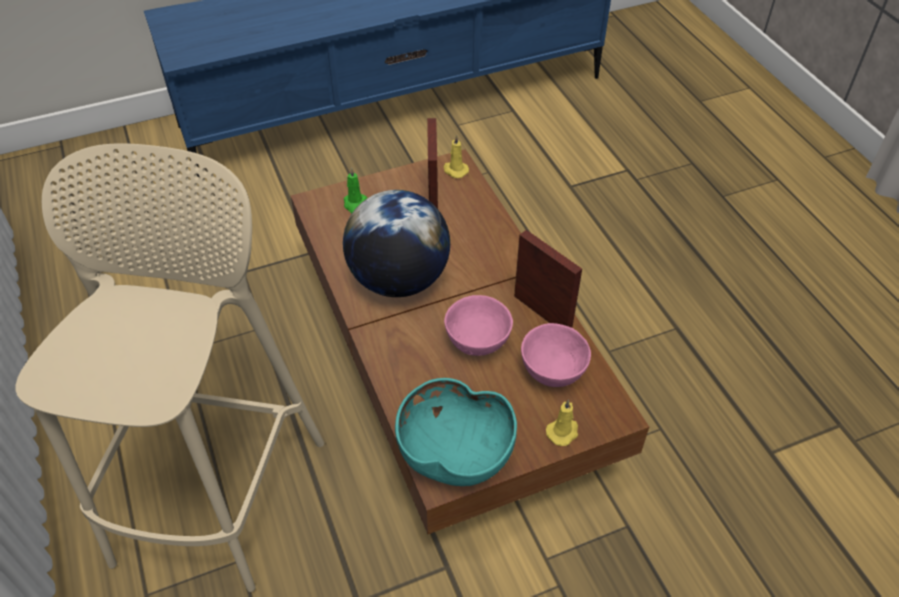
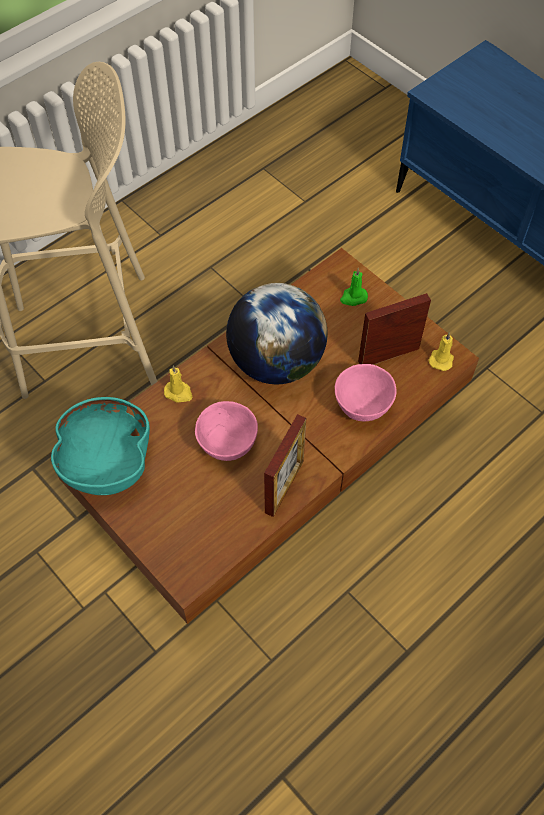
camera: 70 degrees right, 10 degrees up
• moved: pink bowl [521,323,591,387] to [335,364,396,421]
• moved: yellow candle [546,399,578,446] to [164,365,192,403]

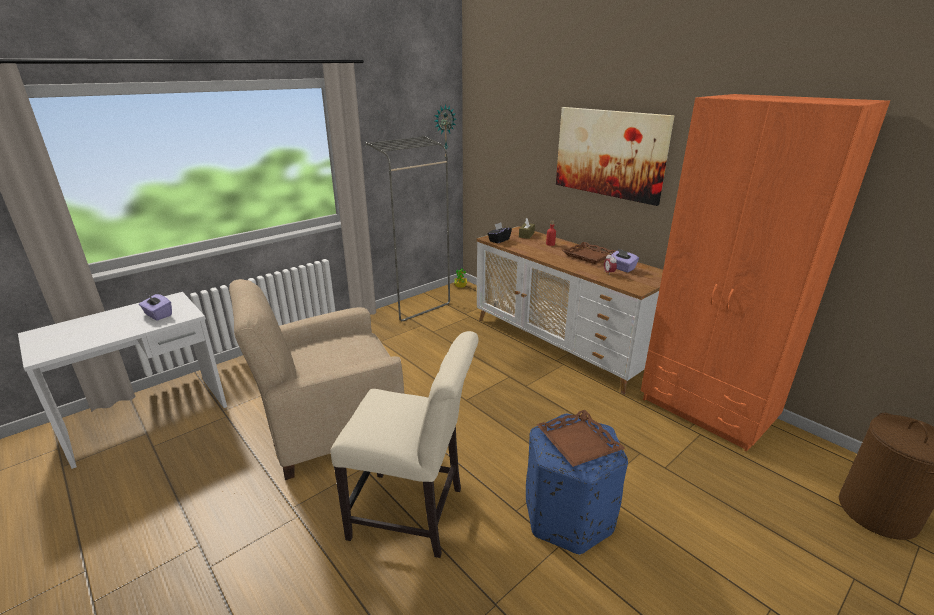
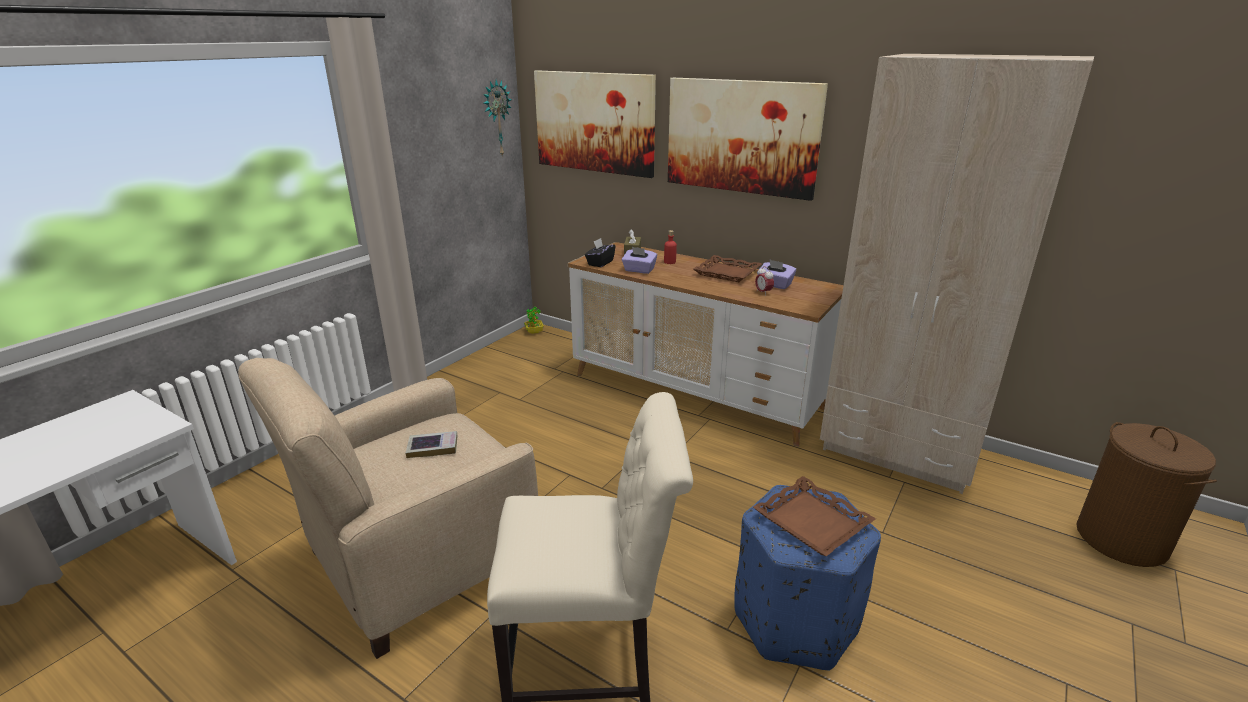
camera: 15 degrees left, 0 degrees up
• moved: purple tissue box [139,294,172,321] to [622,247,657,274]
• removed: grey clothes rack [366,135,450,321]
• recoloured: orange wardrobe [641,94,890,452] to beige wardrobe [820,54,1094,494]
• added: book [406,431,458,458]
• added: picture [534,70,656,178]

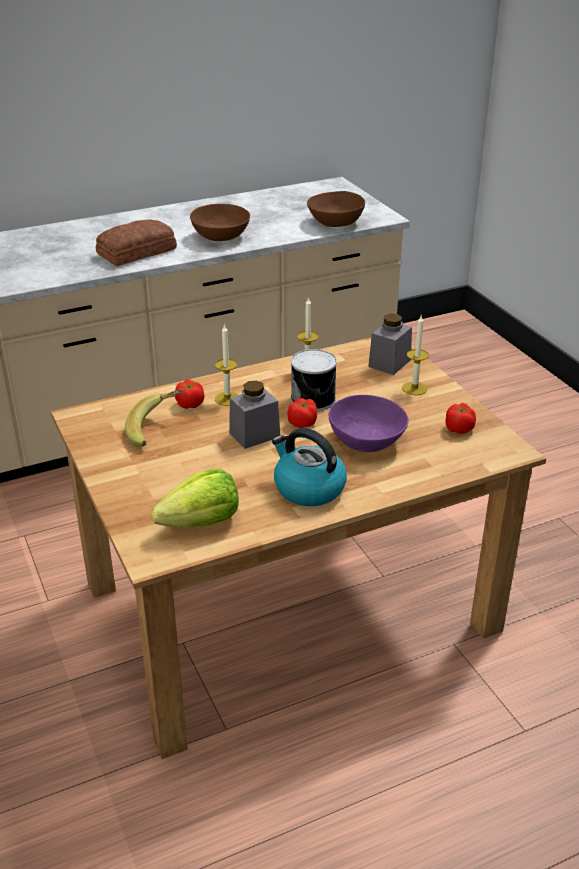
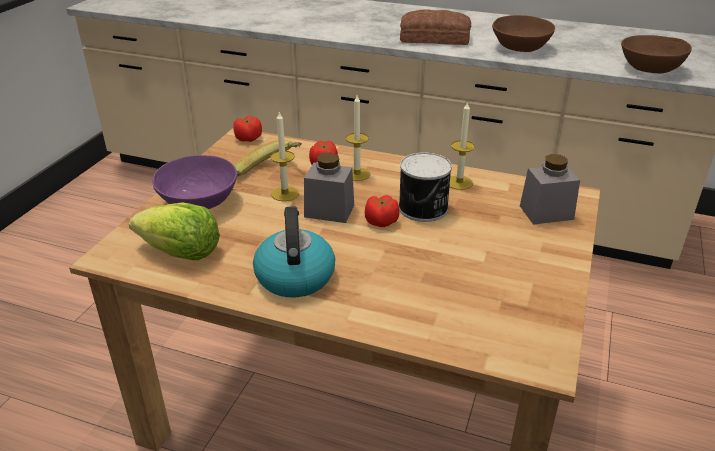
camera: 45 degrees right, 0 degrees up
• moved: purple bowl [329,395,409,452] to [152,155,237,209]
• moved: candle [402,316,429,395] to [270,111,299,201]
• moved: tomato [445,403,476,434] to [233,116,262,142]

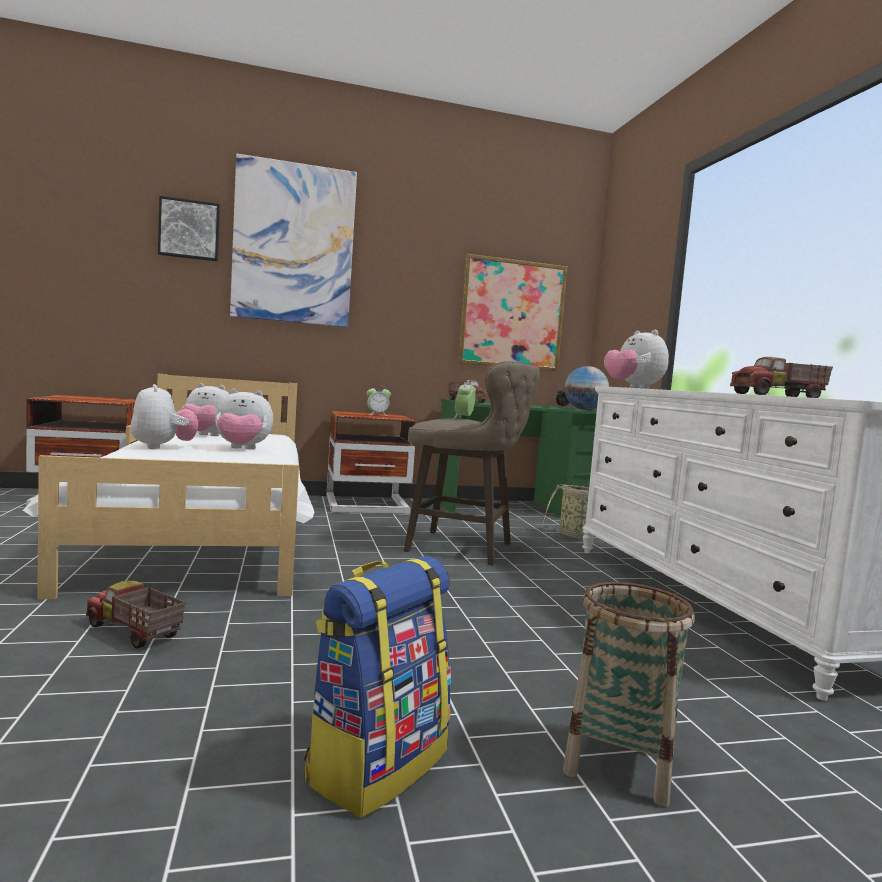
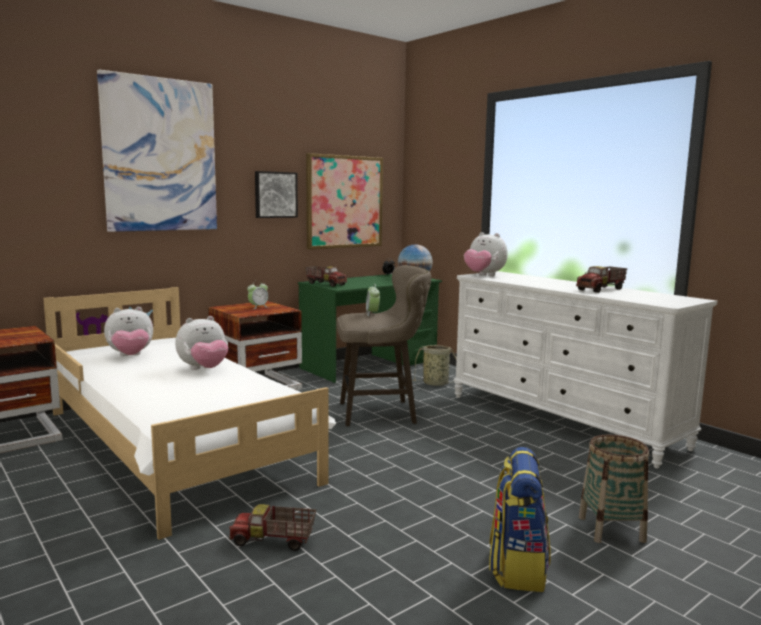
camera: 25 degrees left, 5 degrees up
• removed: plush toy [131,384,198,449]
• moved: picture [158,196,220,261] to [255,171,298,218]

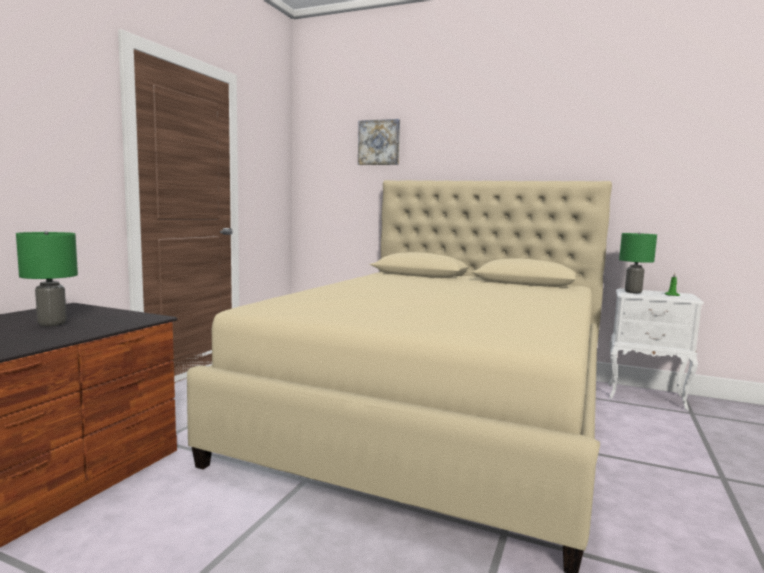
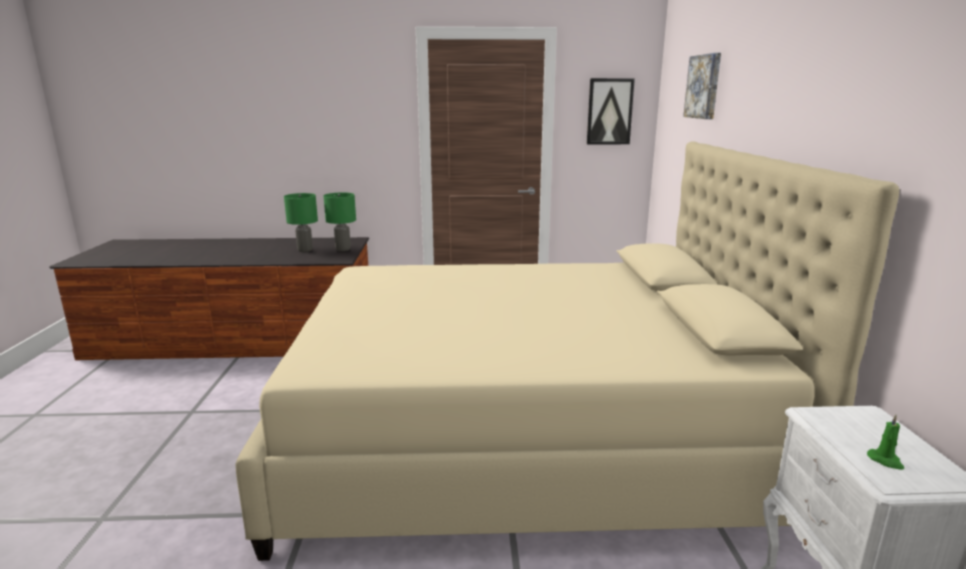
camera: 65 degrees right, 10 degrees up
• moved: green table lamp [619,233,657,293] to [324,192,356,251]
• added: picture [587,78,635,144]

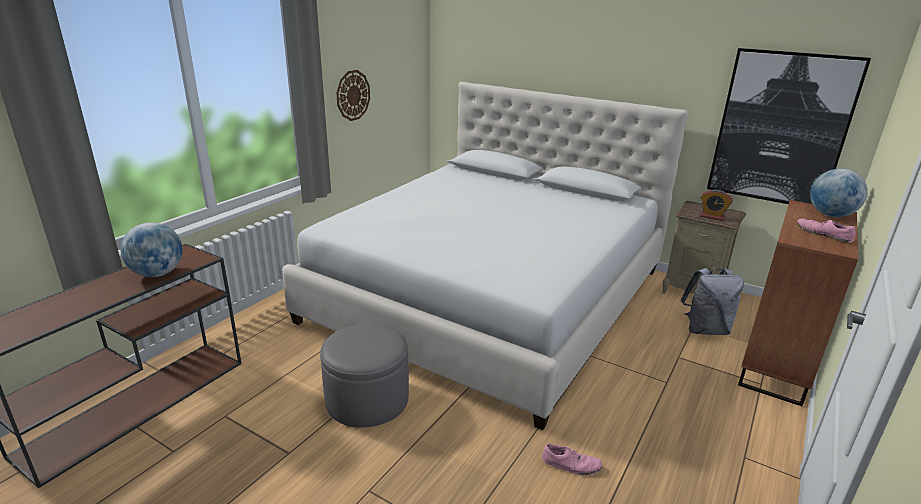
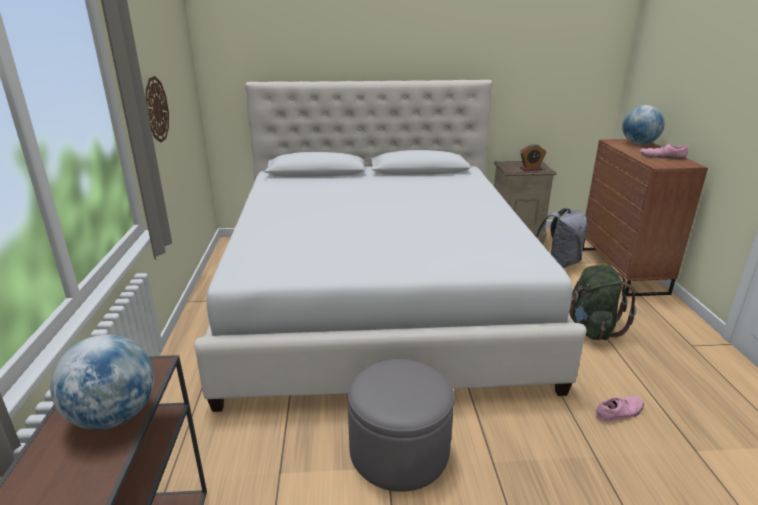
camera: 35 degrees left, 0 degrees up
• removed: picture [707,48,871,204]
• added: green backpack [569,265,636,340]

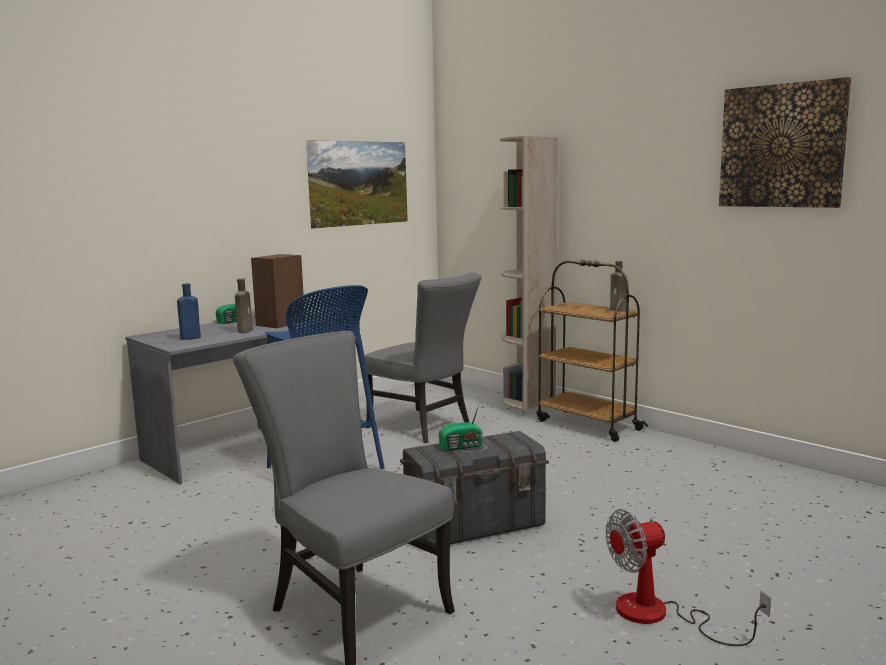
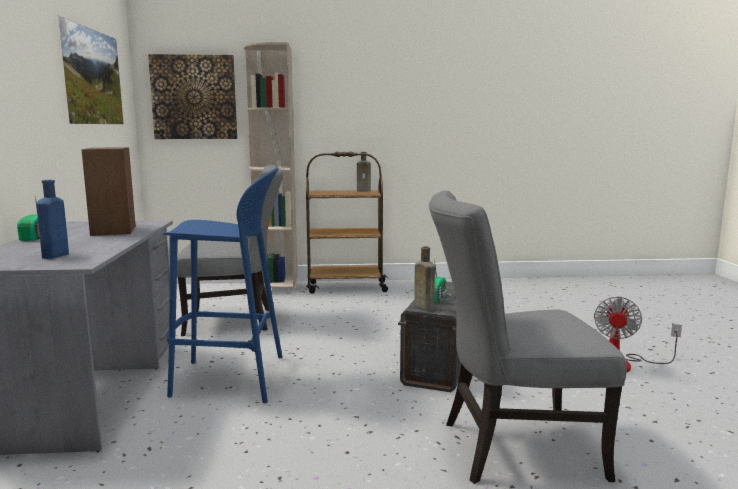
camera: 50 degrees left, 0 degrees up
• moved: brown bottle [235,279,253,333] to [414,246,435,311]
• moved: picture [719,77,851,208] to [148,54,237,139]

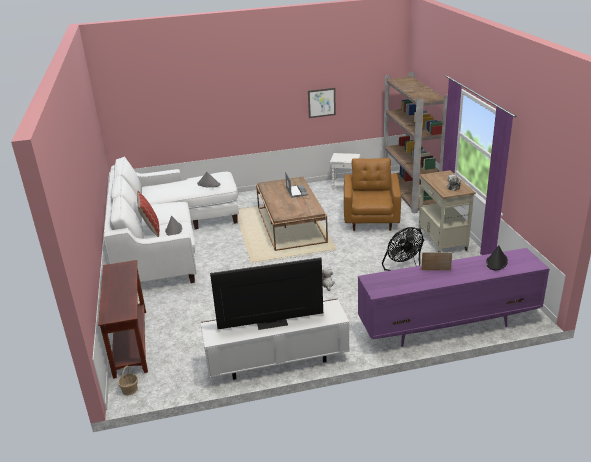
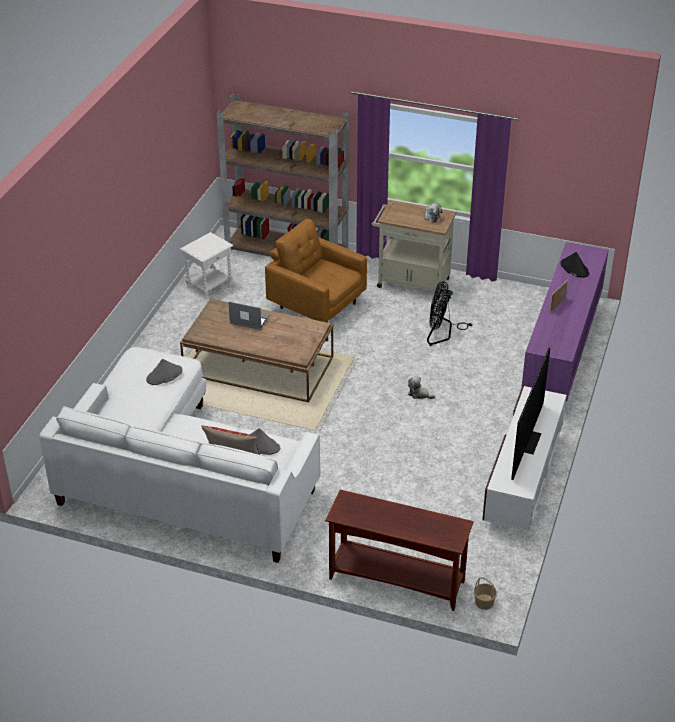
camera: 60 degrees left, 10 degrees up
• removed: picture [308,88,336,118]

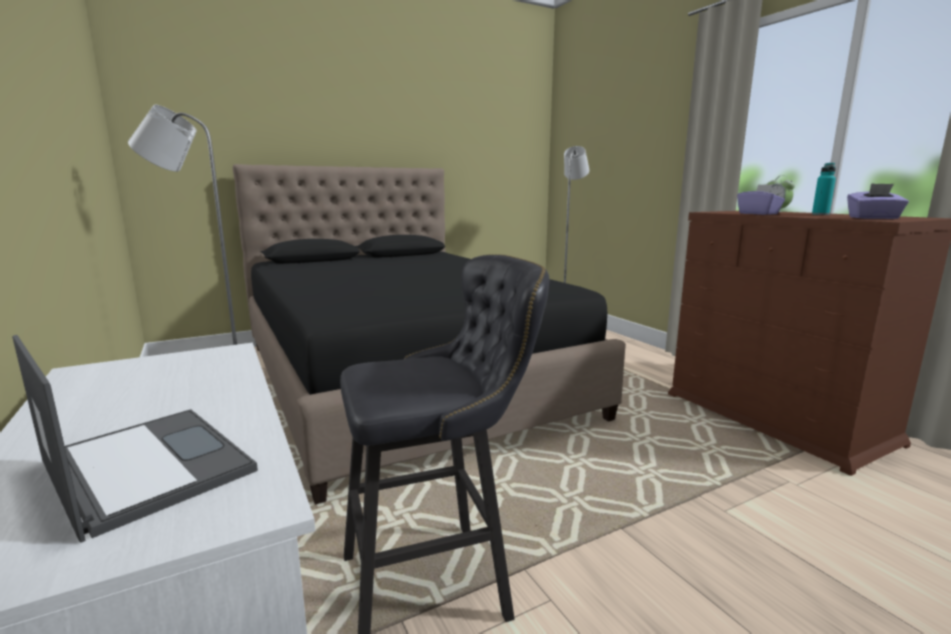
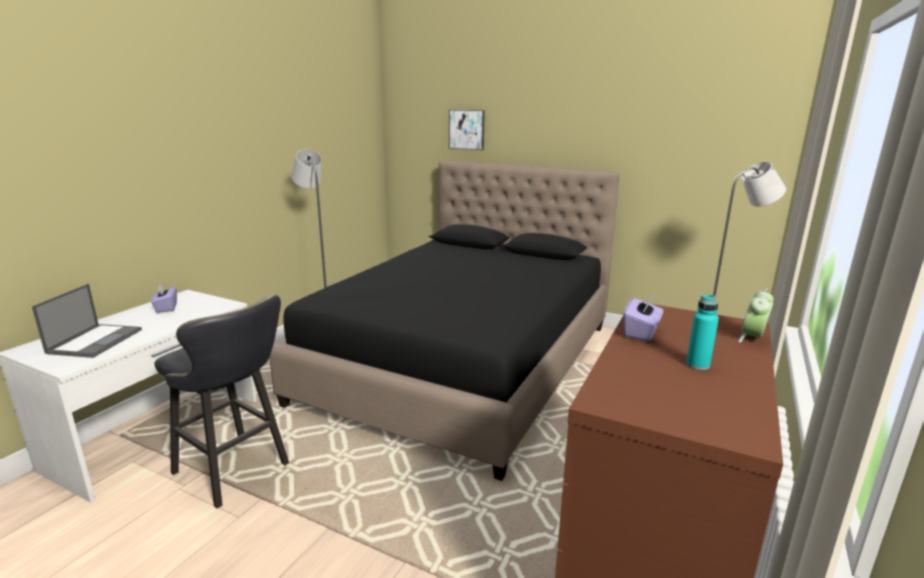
camera: 55 degrees right, 5 degrees up
• moved: purple tissue box [847,183,909,219] to [151,284,177,313]
• added: picture [449,110,485,150]

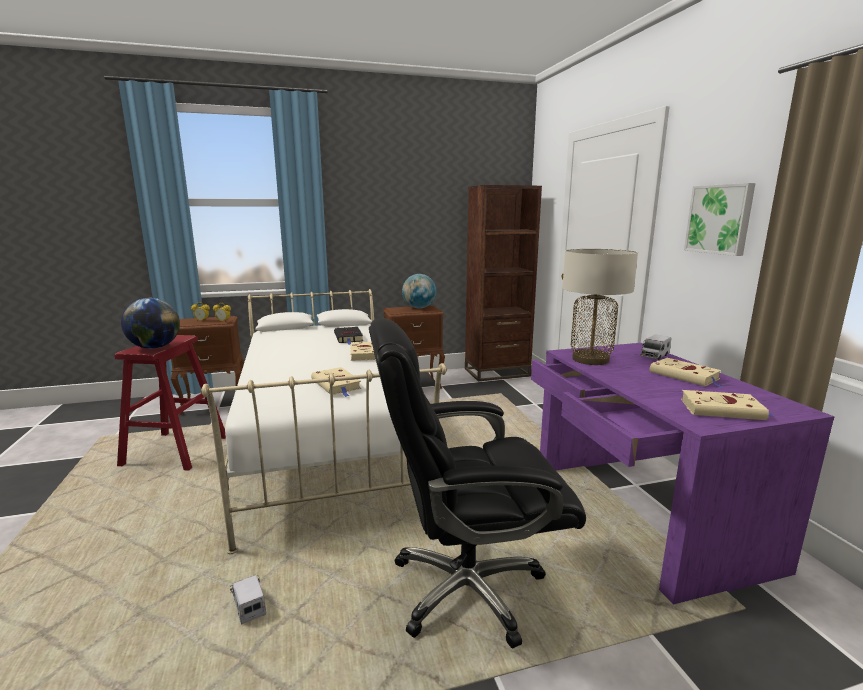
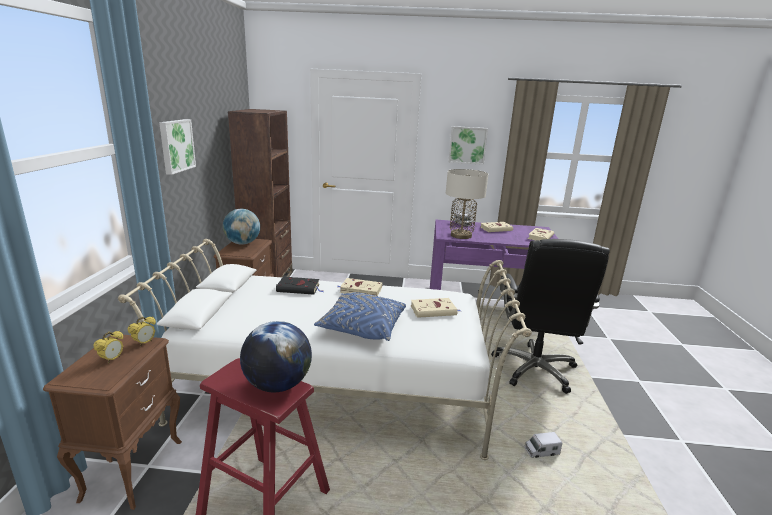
camera: 70 degrees left, 5 degrees up
• added: picture [159,119,196,175]
• added: blue pillow [314,292,406,341]

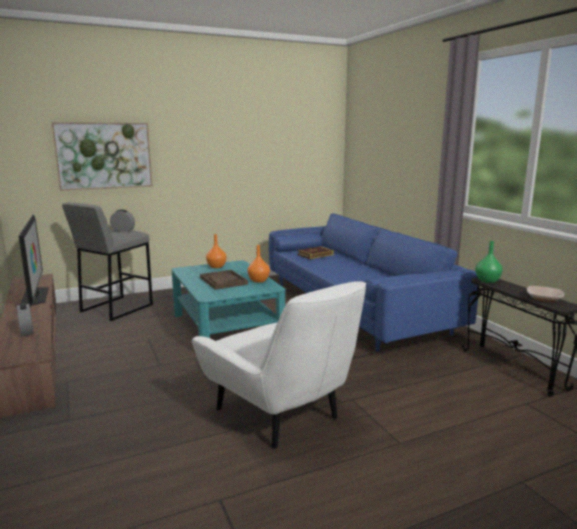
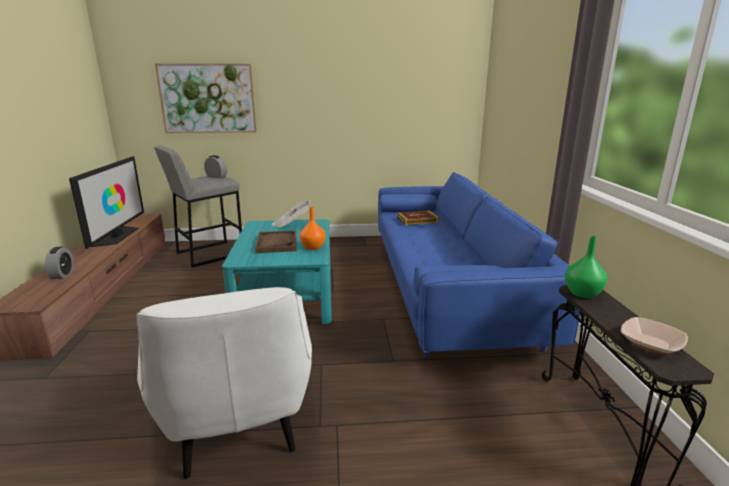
camera: 20 degrees right, 5 degrees up
• replaced: orange vase [206,234,227,268] to newspaper [272,201,311,228]

